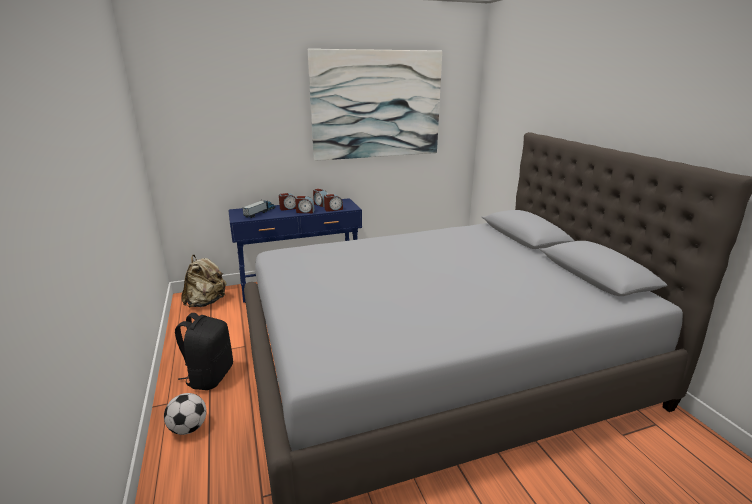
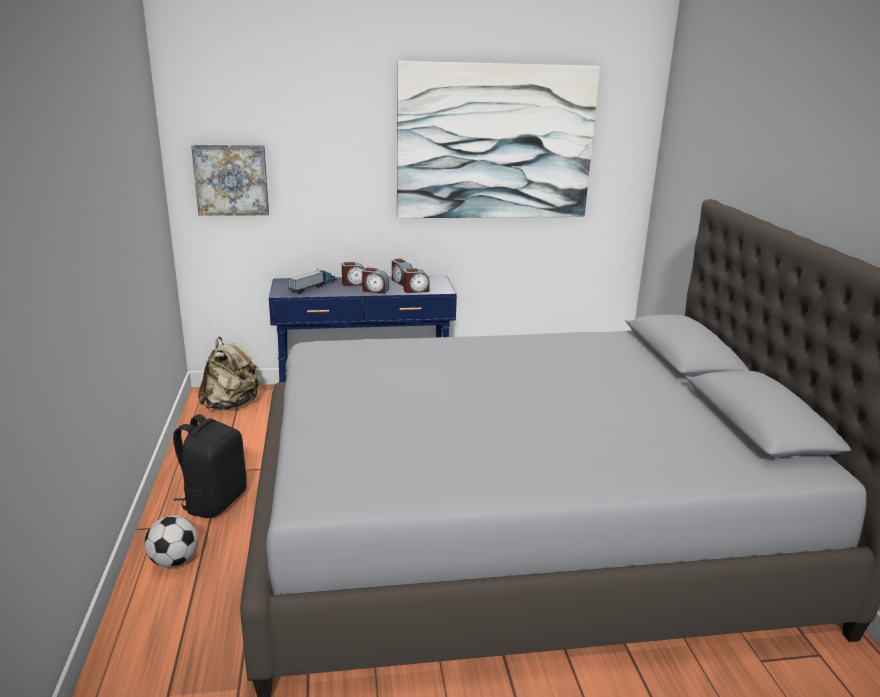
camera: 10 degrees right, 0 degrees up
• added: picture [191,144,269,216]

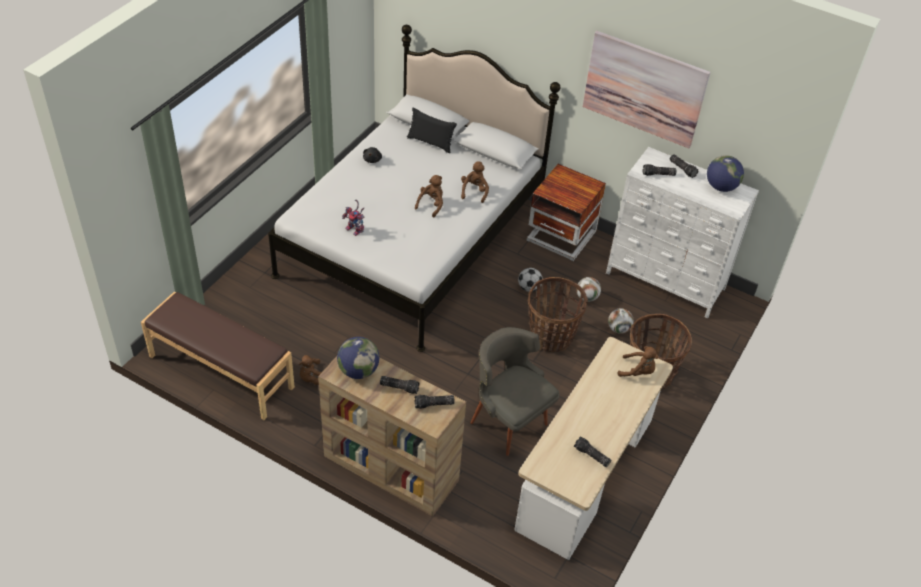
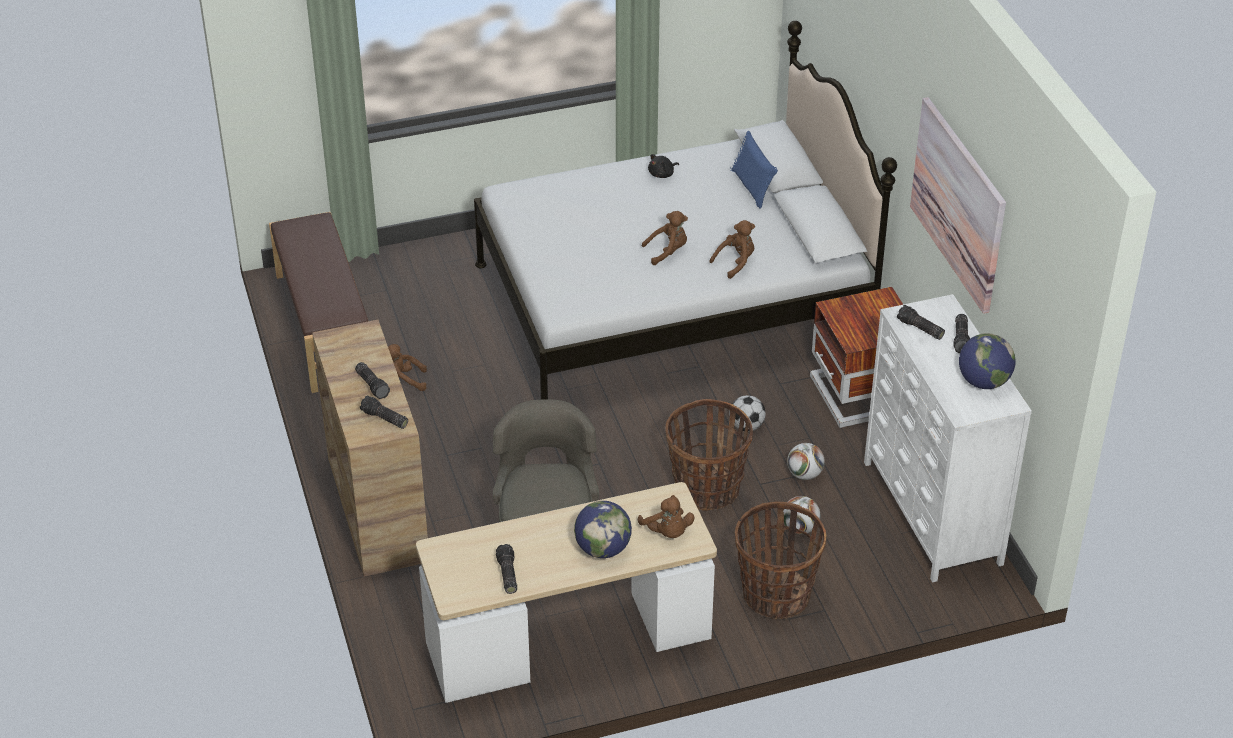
camera: 45 degrees right, 5 degrees down
• moved: globe [337,337,379,379] to [574,501,632,558]
• removed: toy robot [342,199,364,236]
• recoloured: black pillow [407,108,457,153] to blue pillow [730,131,778,209]

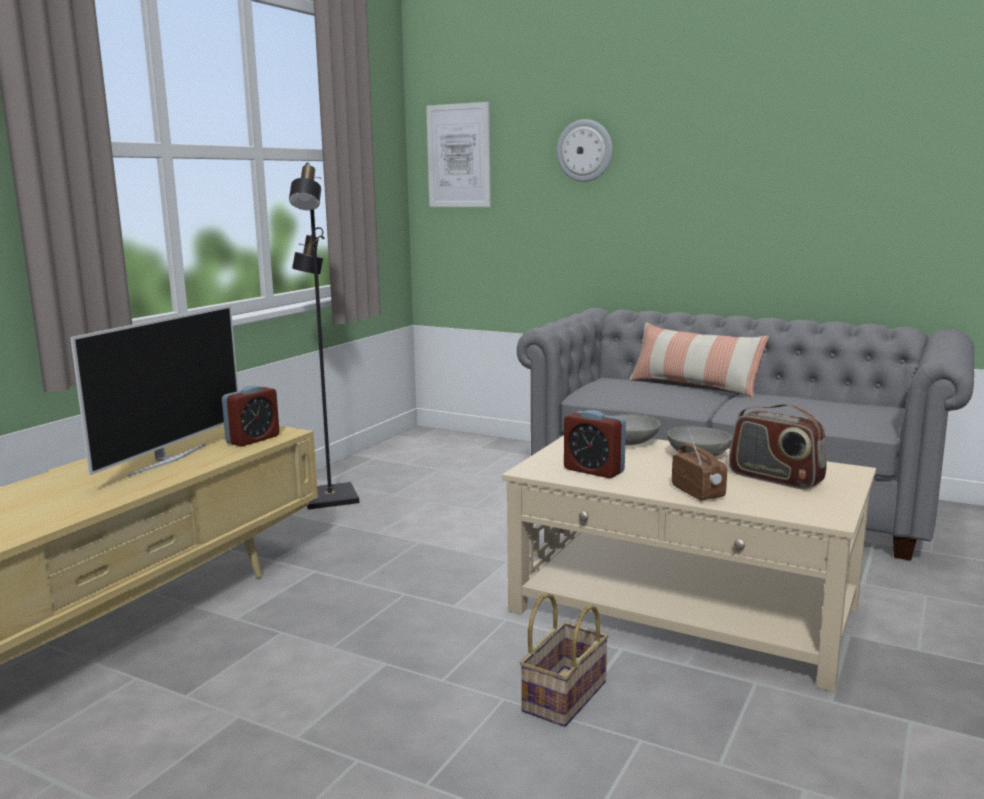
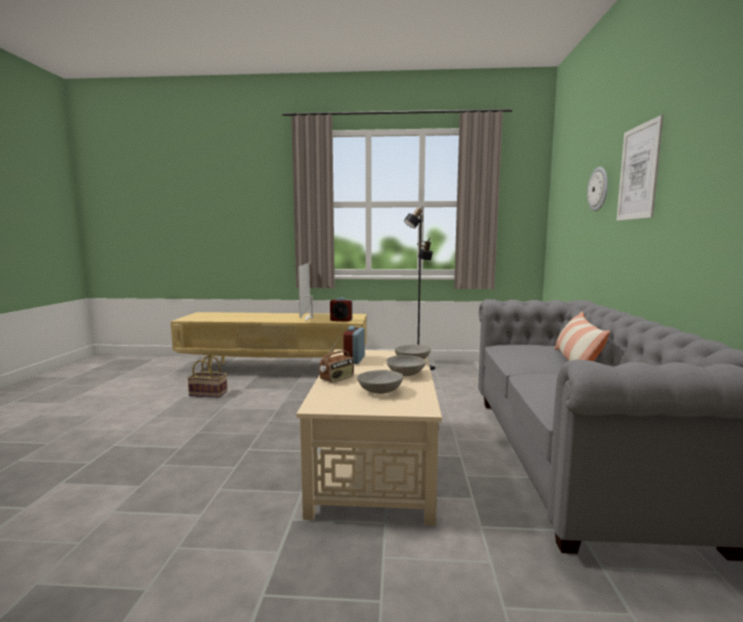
camera: 65 degrees right, 5 degrees down
• turned: television [70,305,238,476] = [298,263,313,321] 90 degrees clockwise
• moved: picture [426,102,491,207] to [616,115,664,221]
• moved: basket [520,593,609,727] to [187,355,228,398]
• replaced: radio [729,404,827,489] to grey bowl [357,370,403,394]

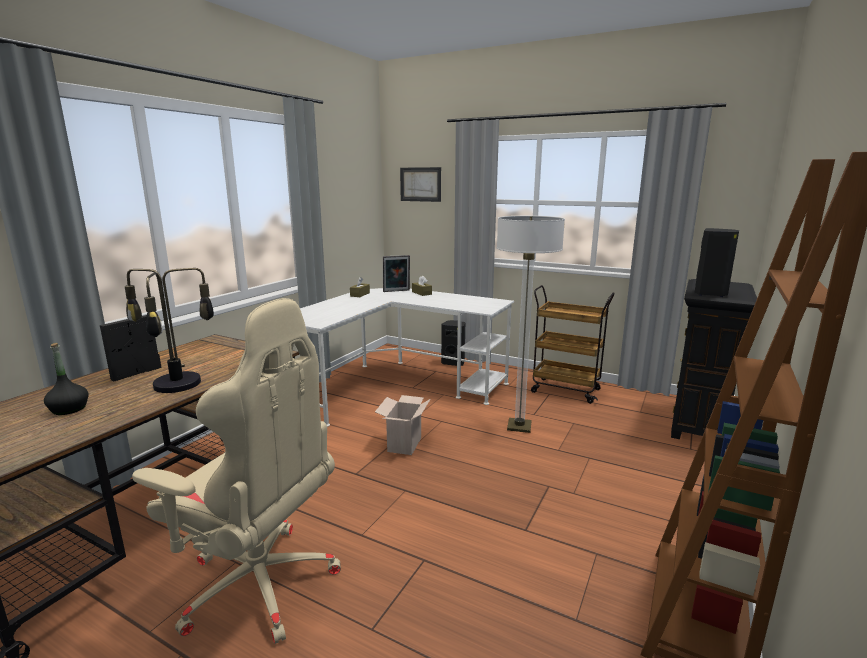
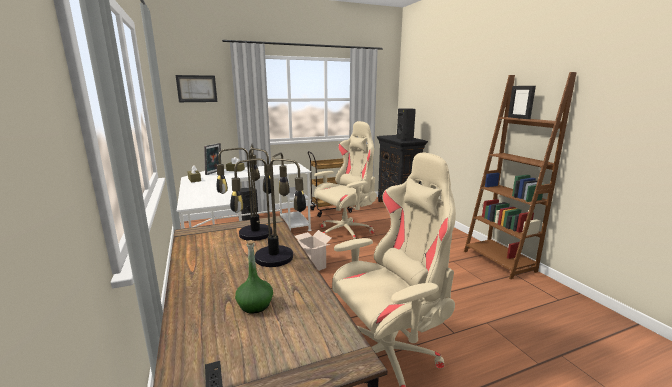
camera: 50 degrees left, 0 degrees up
• recoloured: black bottle [44,343,89,415] to green bottle [235,240,273,314]
• moved: picture frame [100,315,162,382] to [508,86,536,119]
• replaced: floor lamp [497,216,565,433] to beige office chair [314,121,377,239]
• added: table lamp [217,144,272,241]

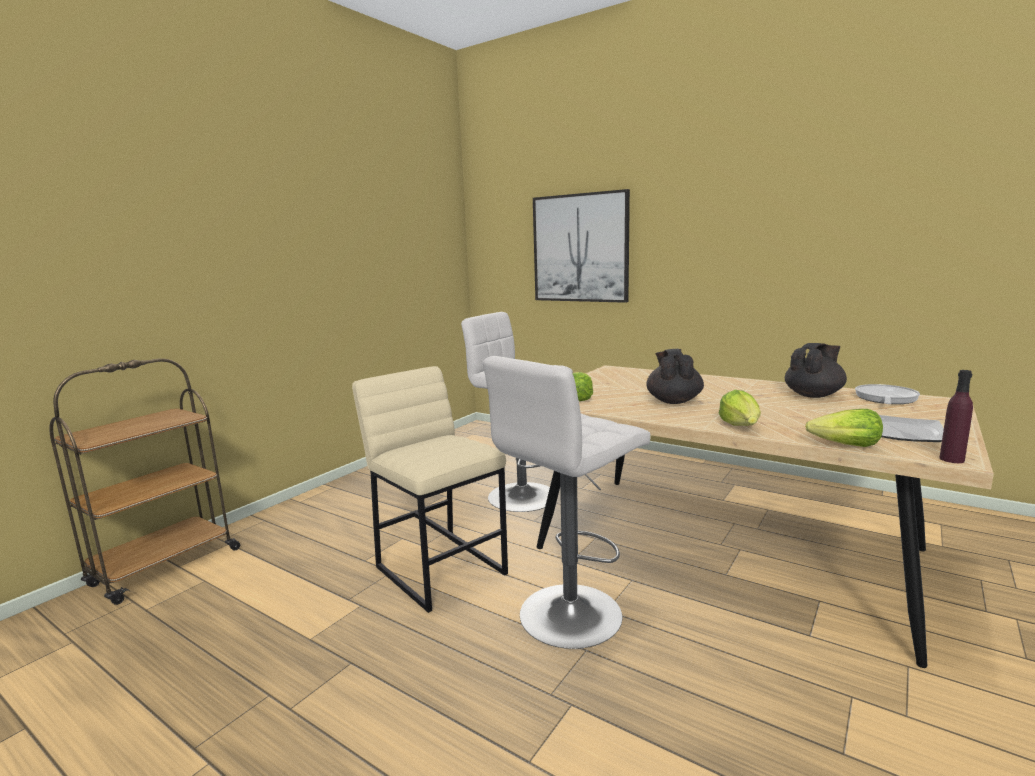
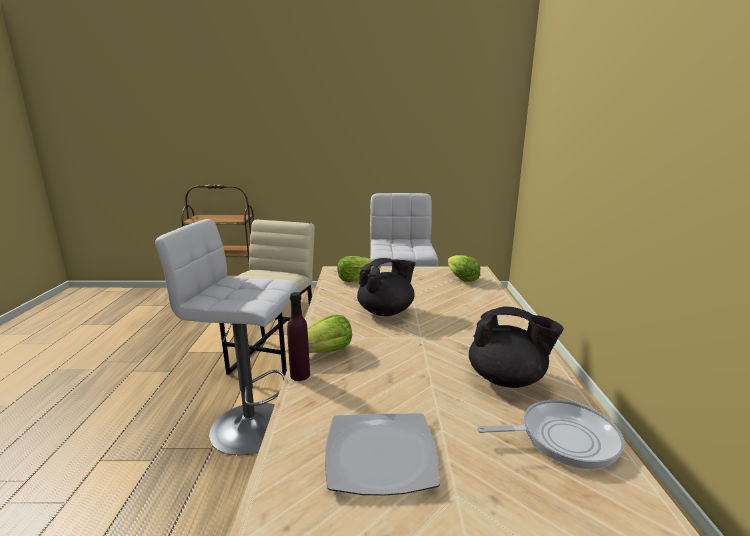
camera: 55 degrees right, 5 degrees up
• removed: picture [533,189,630,303]
• moved: lettuce [805,409,883,447] to [448,255,480,282]
• moved: purple bottle [939,370,973,463] to [287,292,310,381]

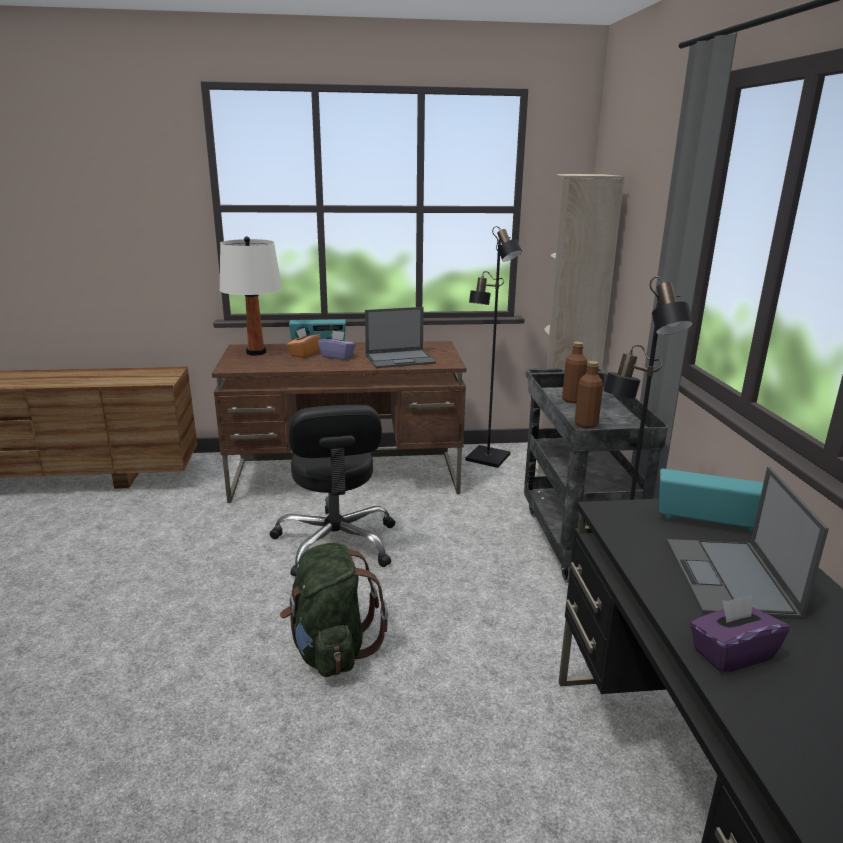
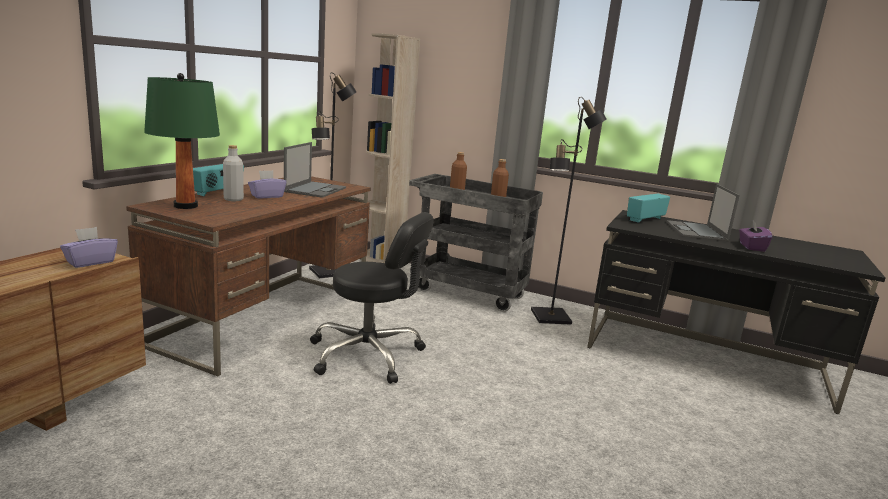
camera: 60 degrees left, 5 degrees down
• recoloured: white table lamp [220,236,282,355] to green table lamp [144,73,220,209]
• removed: green backpack [280,543,388,677]
• replaced: orange tissue box [287,328,321,358] to grey bottle [223,145,244,201]
• turned: laptop [667,467,829,619] = [667,184,740,241] 60 degrees clockwise
• added: purple tissue box [60,227,118,268]

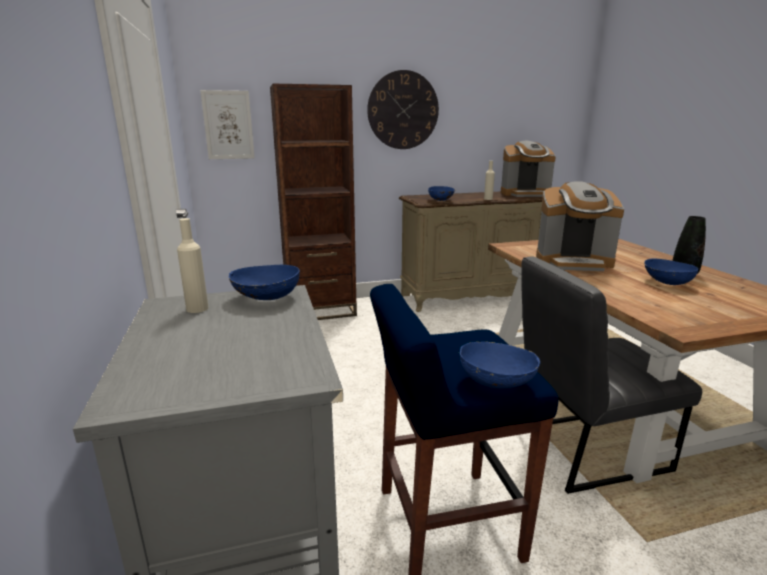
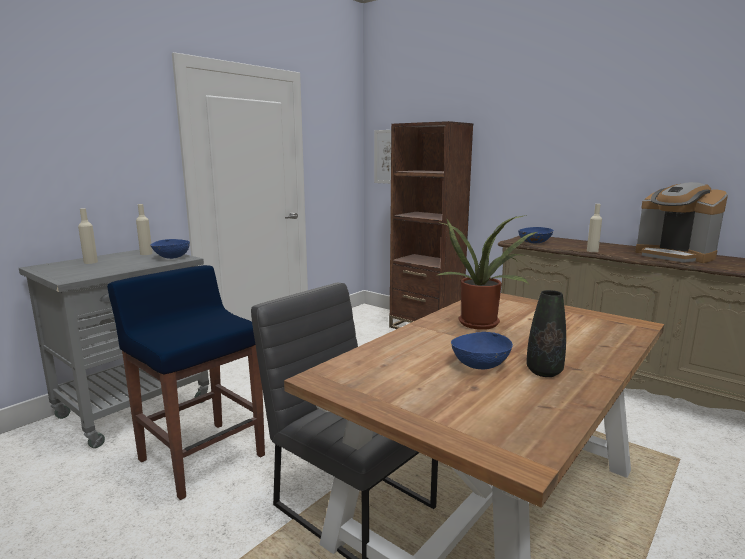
camera: 55 degrees right, 5 degrees down
• removed: wall clock [367,70,439,149]
• removed: blue bowl [459,342,540,388]
• replaced: coffee machine [536,181,624,271] to potted plant [436,215,537,330]
• added: beige bottle [78,208,98,264]

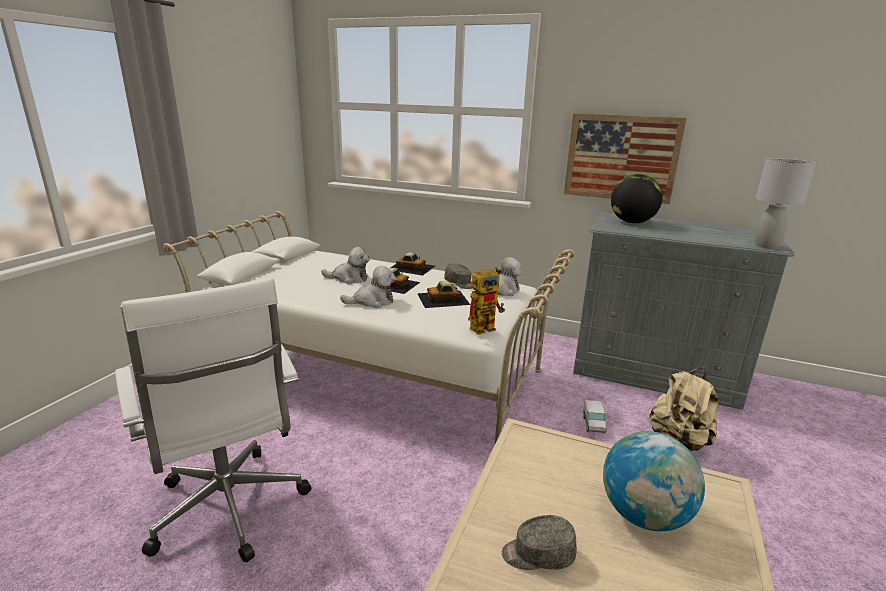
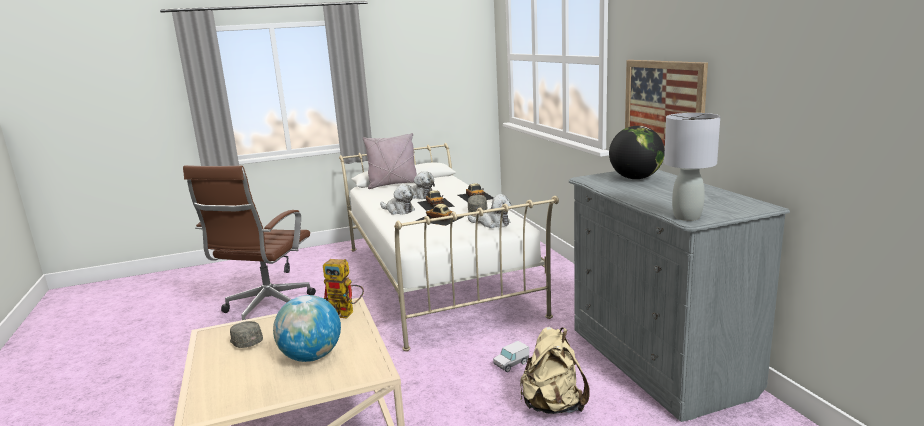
camera: 50 degrees right, 5 degrees down
• recoloured: white office chair [115,278,311,562] to brown office chair [183,165,316,320]
• moved: toy robot [468,267,505,335] to [323,259,364,319]
• added: purple pillow [363,133,417,189]

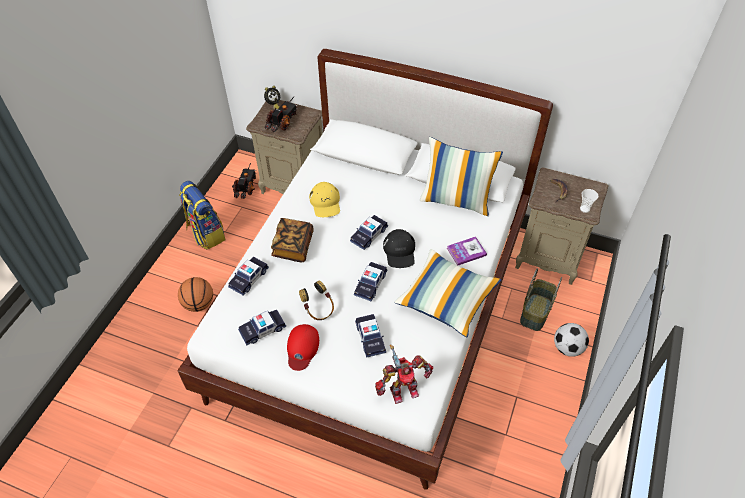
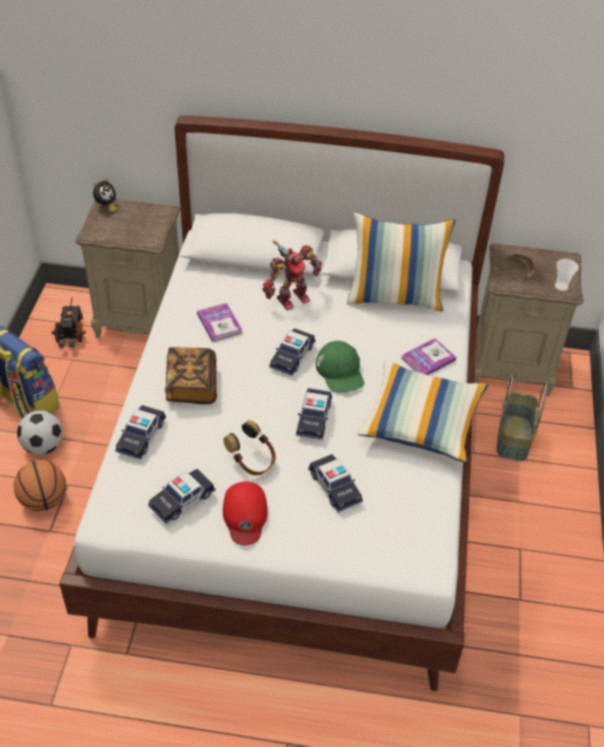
camera: 15 degrees left, 5 degrees down
• removed: toy truck [265,97,298,132]
• replaced: yellow cap [309,182,340,217] to book [197,303,242,342]
• moved: toy robot [375,345,433,404] to [263,240,322,310]
• recoloured: black cap [383,229,415,268] to green cap [316,341,364,392]
• moved: football [554,323,589,357] to [17,410,63,455]

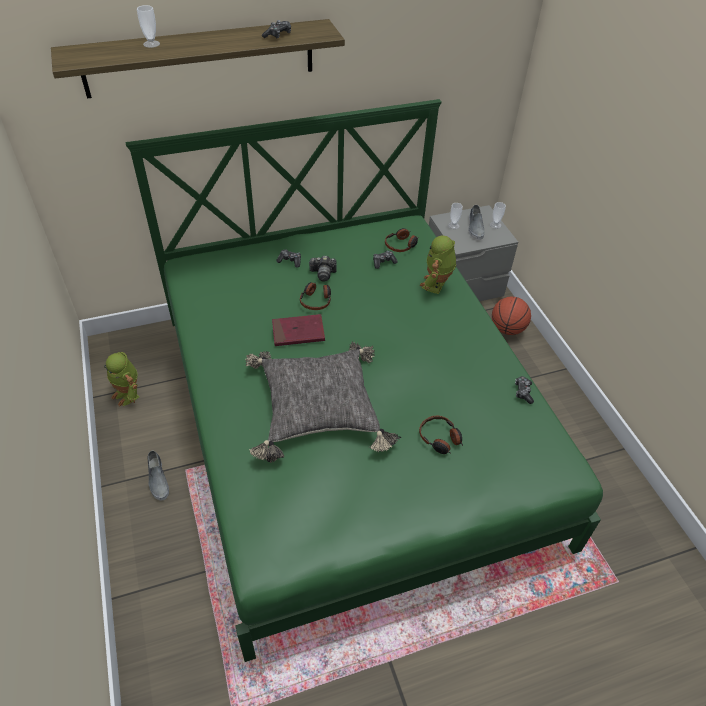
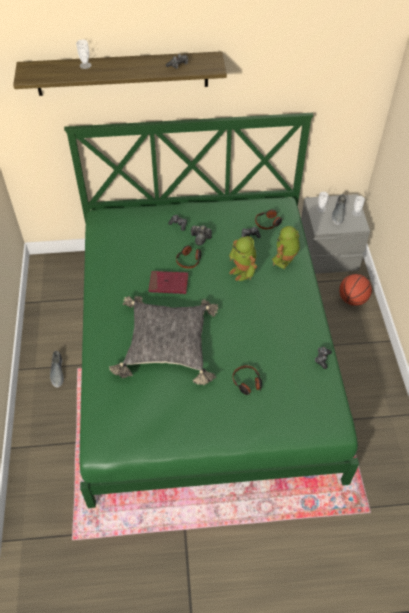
camera: 15 degrees right, 5 degrees up
• moved: toy robot [104,352,139,407] to [229,236,257,281]

